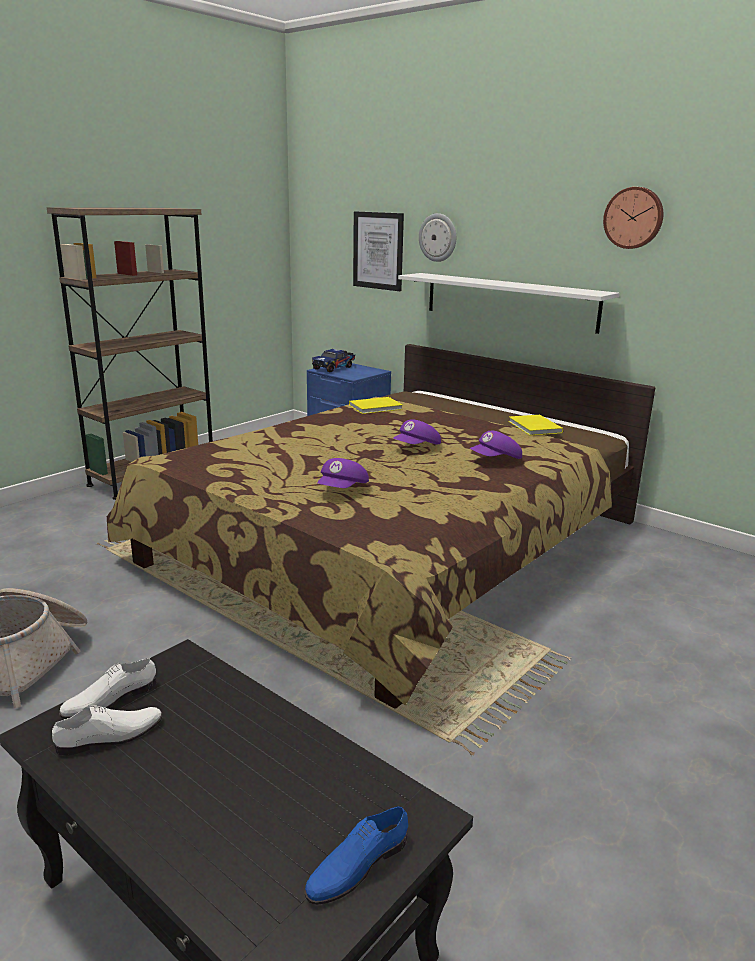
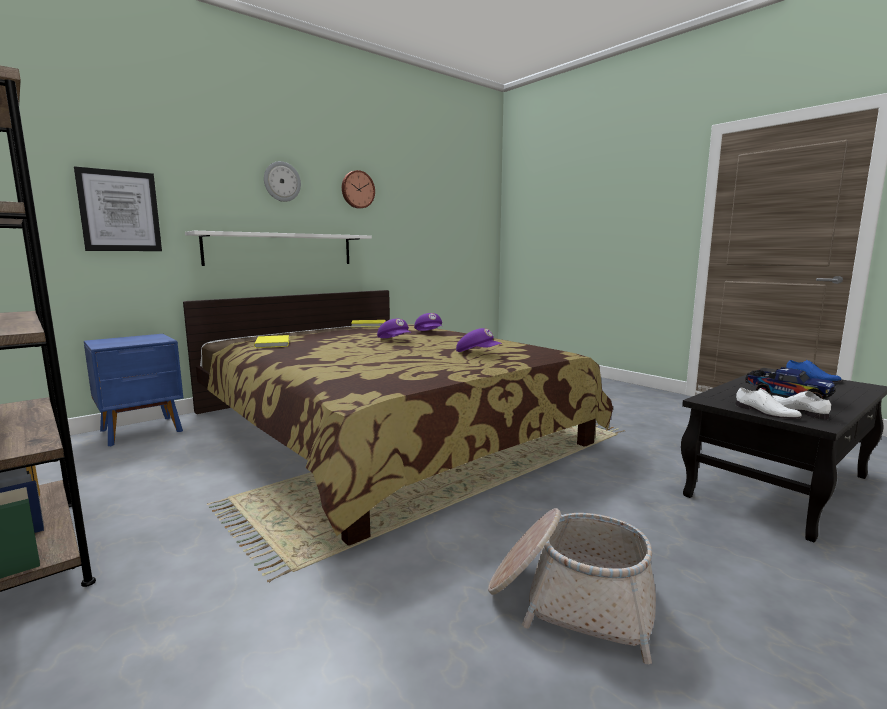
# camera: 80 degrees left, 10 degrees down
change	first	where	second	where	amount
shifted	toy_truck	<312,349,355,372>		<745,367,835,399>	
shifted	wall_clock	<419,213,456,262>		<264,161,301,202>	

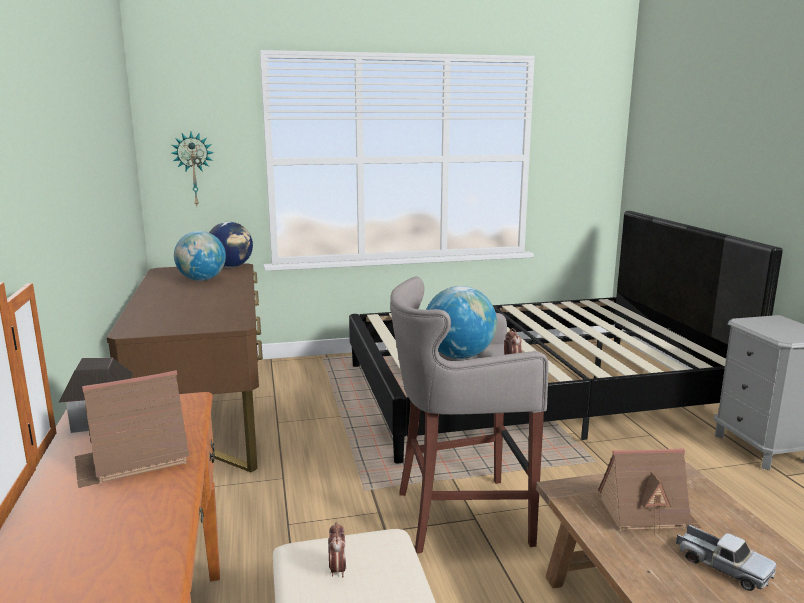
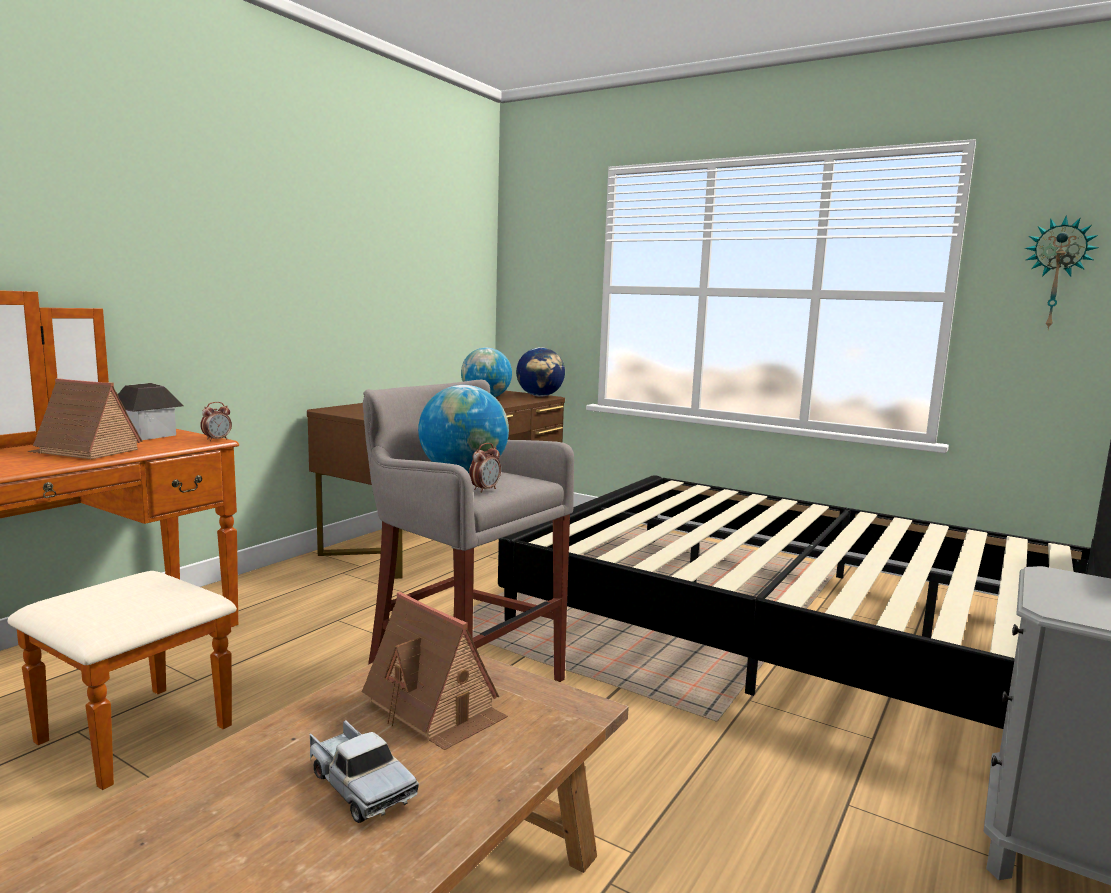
# camera: 45 degrees right, 5 degrees down
change	first	where	second	where	amount
shifted	wall_clock	<172,132,214,206>		<1025,215,1099,330>	
shifted	alarm_clock	<328,522,346,577>		<200,402,232,441>	
rotated	toy_truck	<676,524,777,591>		<309,720,419,823>	45 degrees counterclockwise

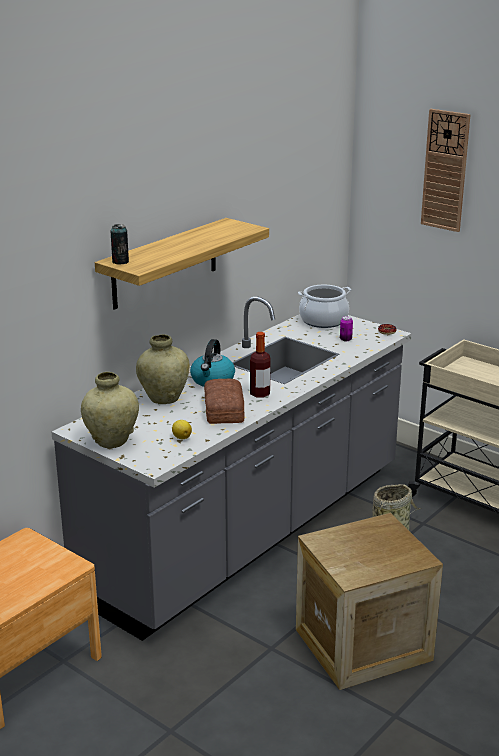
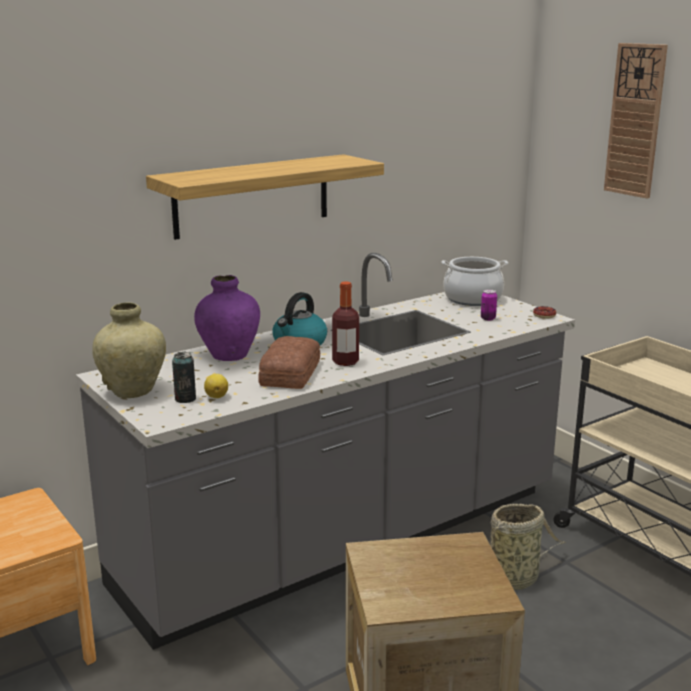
# camera: 15 degrees right, 5 degrees down
change	first	where	second	where	amount
shifted	can	<110,224,129,265>		<172,352,196,403>	
repainted	beige_vase	<136,334,190,404>	purple_vase	<194,275,260,361>	

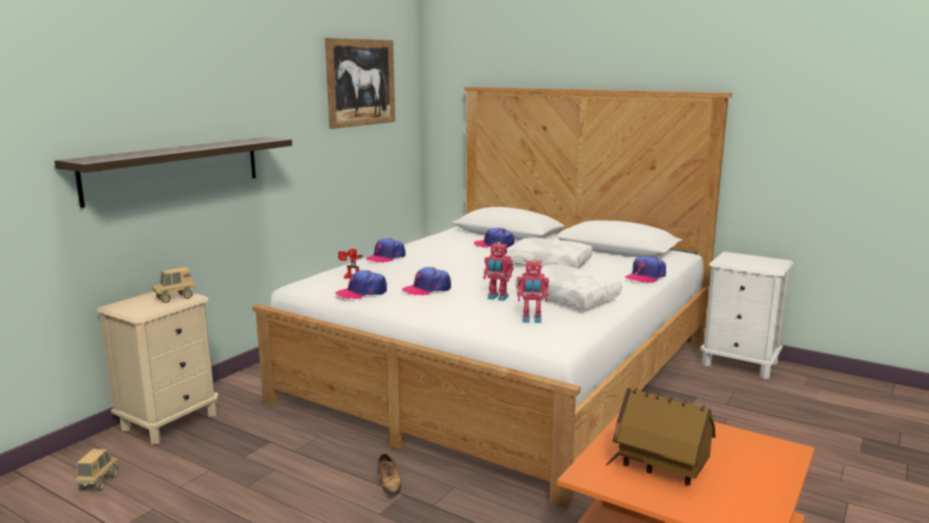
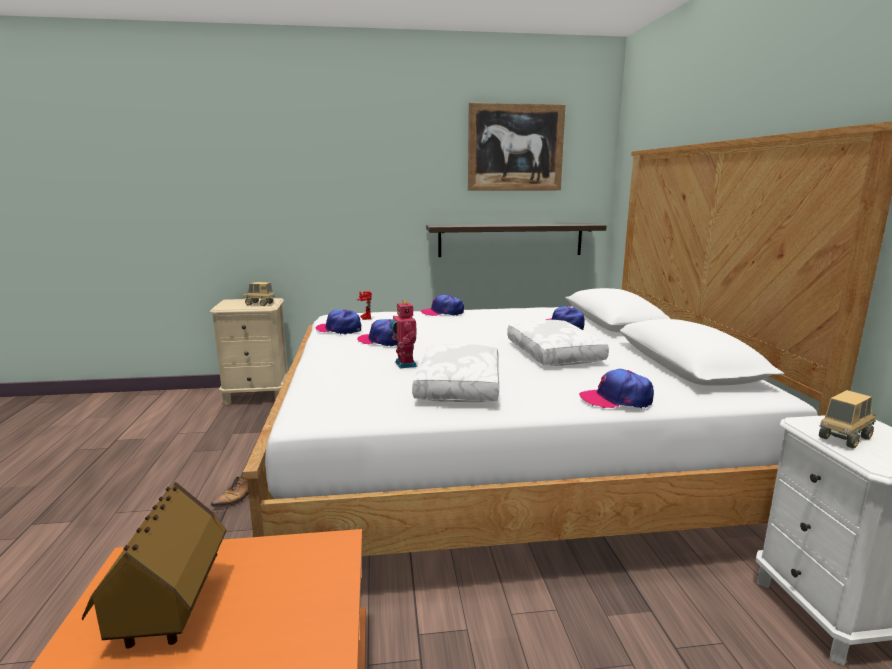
# camera: 50 degrees right, 0 degrees up
change	first	where	second	where	amount
gone	toy_robot	<517,259,549,323>			
shifted	shelf	<55,137,292,208>		<426,223,607,257>	
shifted	toy_truck	<76,449,118,491>		<819,390,876,449>	

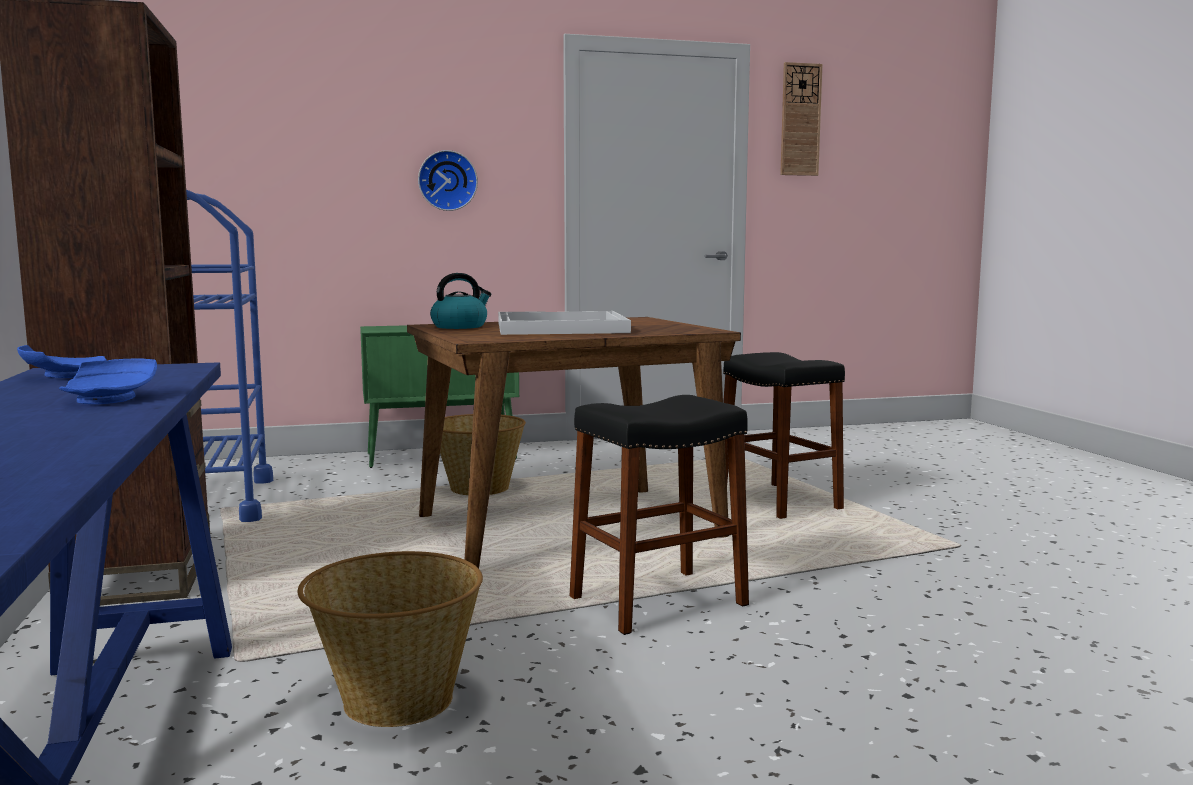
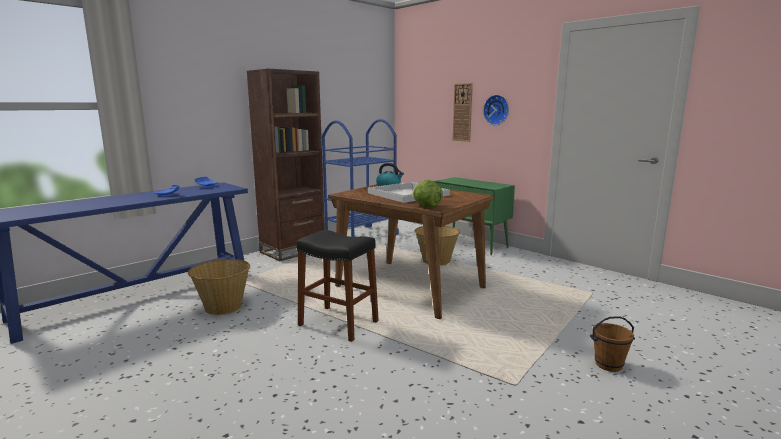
# camera: 60 degrees right, 5 degrees up
change	first	where	second	where	amount
gone	black_stool	<723,352,845,519>			
new			lettuce	<412,180,443,207>	
new			brown_bucket	<590,316,635,372>	
shifted	wall_clock	<780,62,822,176>		<453,83,473,142>	

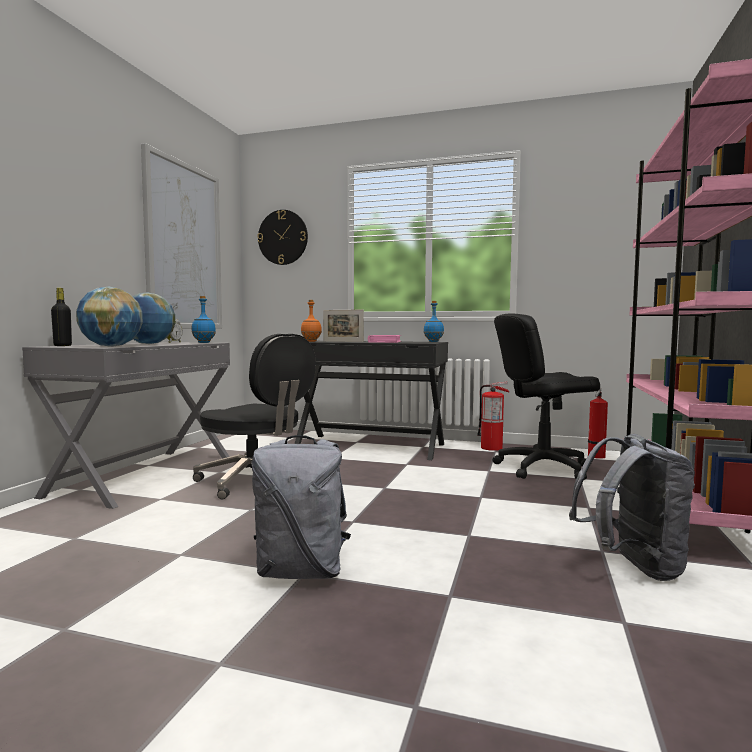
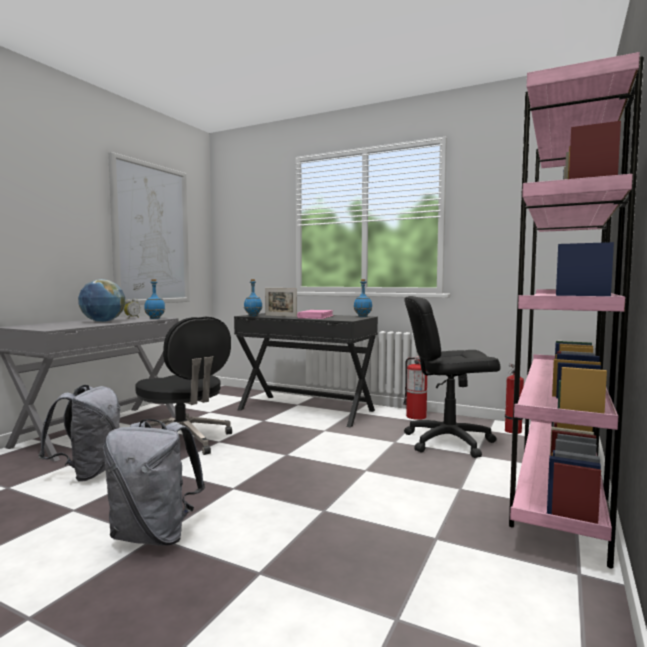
# camera: 10 degrees right, 0 degrees up
change	first	where	second	where	amount
gone	black_bottle	<51,288,72,346>			
gone	globe	<76,287,143,347>			
gone	wall_clock	<257,210,308,265>			
shifted	grey_backpack	<569,434,695,581>		<38,385,121,482>	
repainted	orange_bottle	<301,300,322,342>	blue_bottle	<244,279,262,316>	

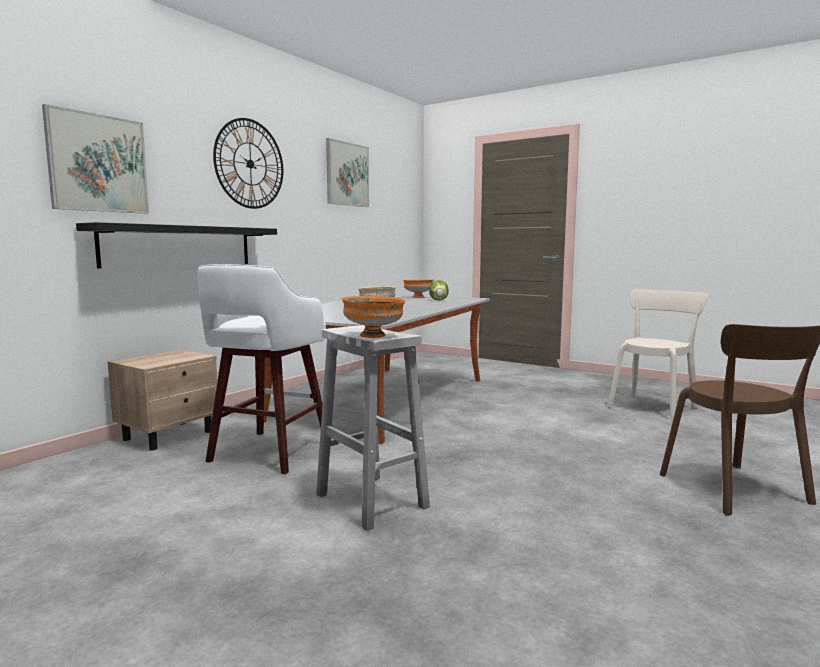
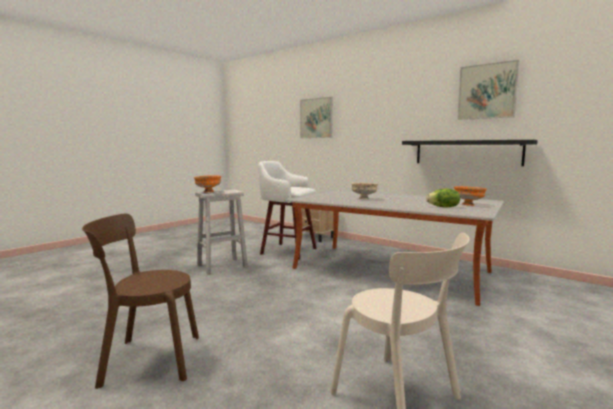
# camera: 95 degrees right, 0 degrees up
change	first	where	second	where	amount
gone	wall_clock	<213,118,283,209>			
shifted	black_shelf	<76,222,277,268>		<402,140,538,166>	

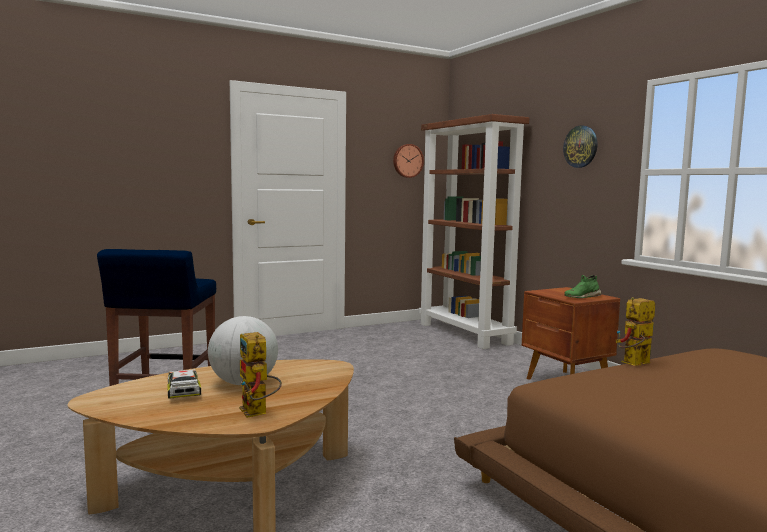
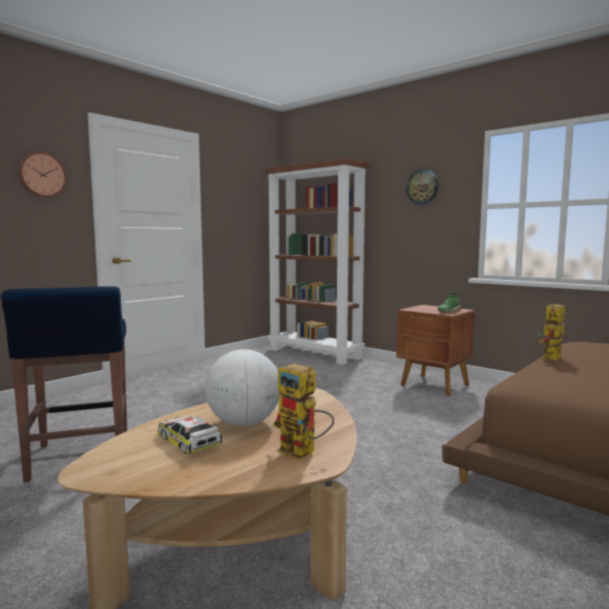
# camera: 20 degrees left, 0 degrees up
change	first	where	second	where	amount
shifted	wall_clock	<393,144,424,178>		<18,152,67,197>	

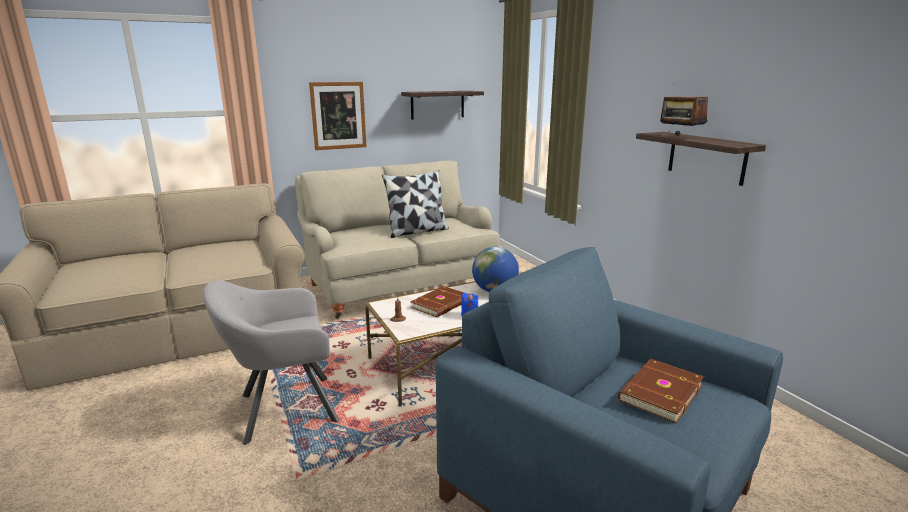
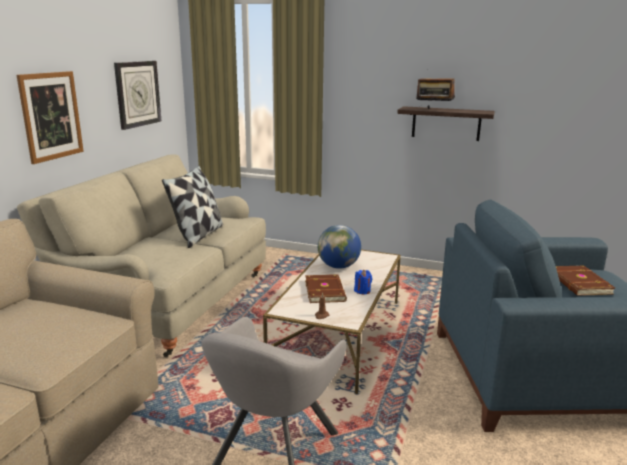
# camera: 45 degrees left, 0 degrees up
change	first	where	second	where	amount
swapped	shelf	<401,91,484,119>	wall_clock	<114,61,161,130>	

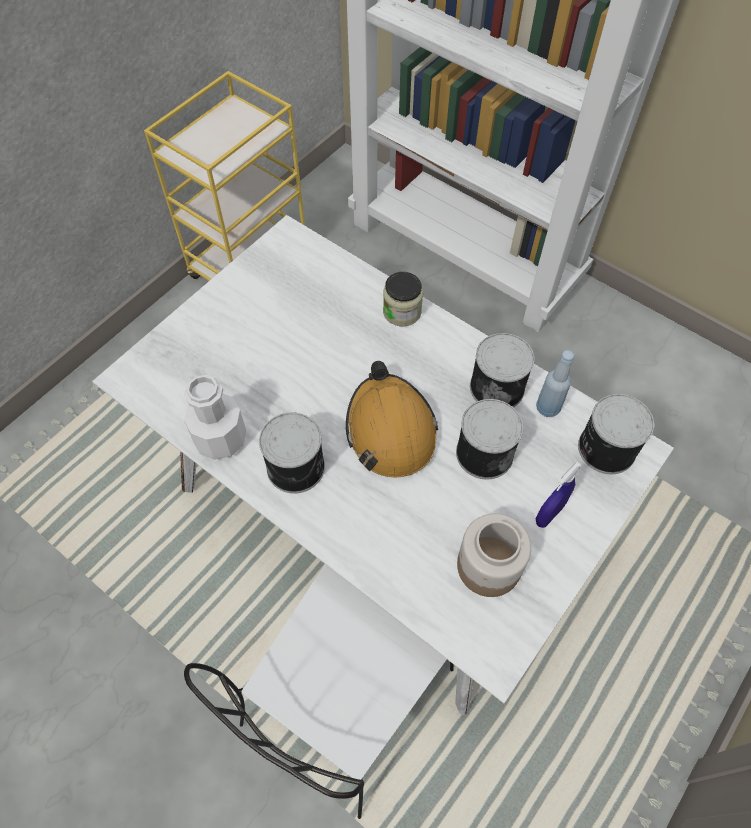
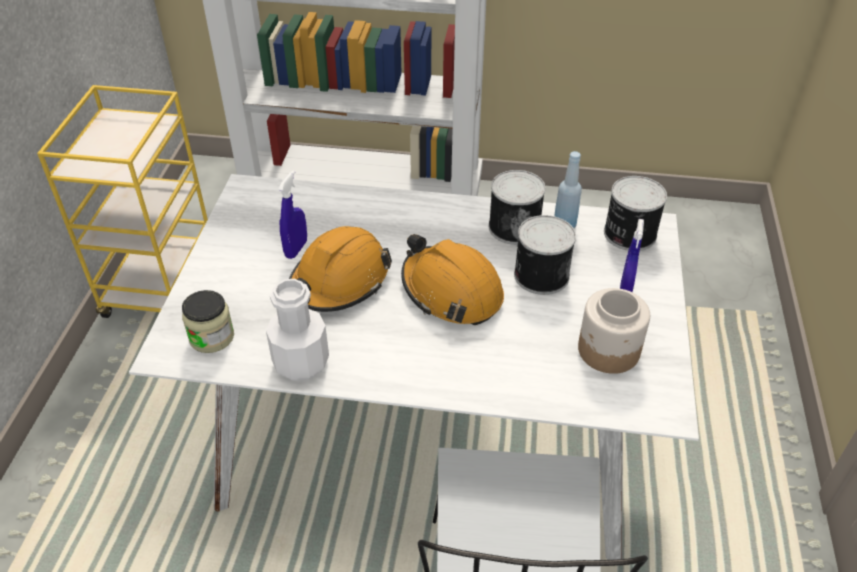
# camera: 30 degrees left, 15 degrees down
change	first	where	second	where	amount
gone	can	<259,412,325,494>			
new			blue_spray_bottle	<278,170,307,259>	
new			orange_hard_hat	<289,226,392,312>	
shifted	jar	<383,272,423,326>		<182,290,234,353>	

